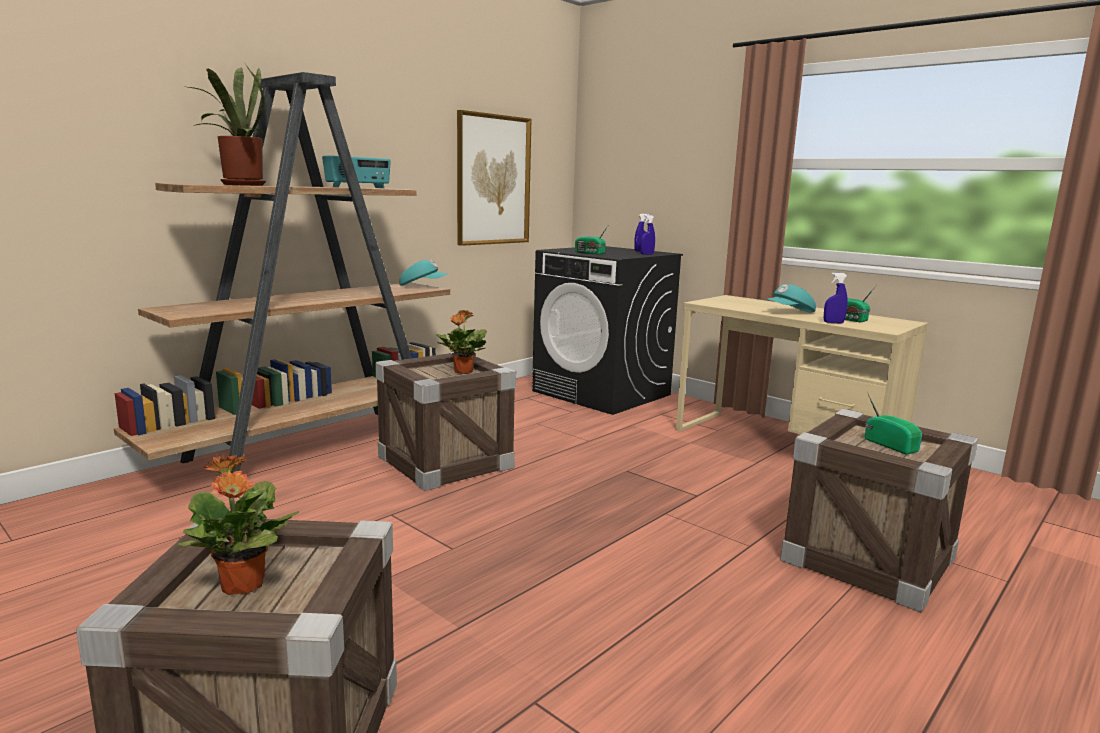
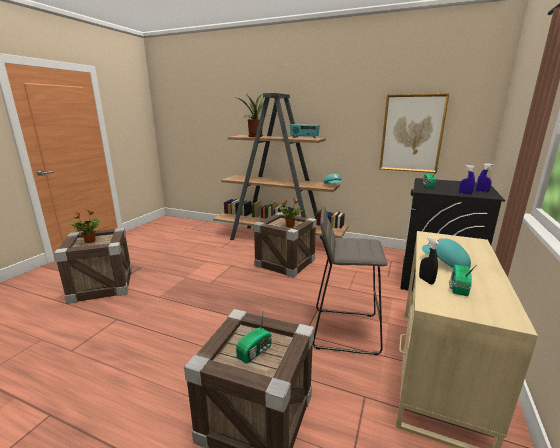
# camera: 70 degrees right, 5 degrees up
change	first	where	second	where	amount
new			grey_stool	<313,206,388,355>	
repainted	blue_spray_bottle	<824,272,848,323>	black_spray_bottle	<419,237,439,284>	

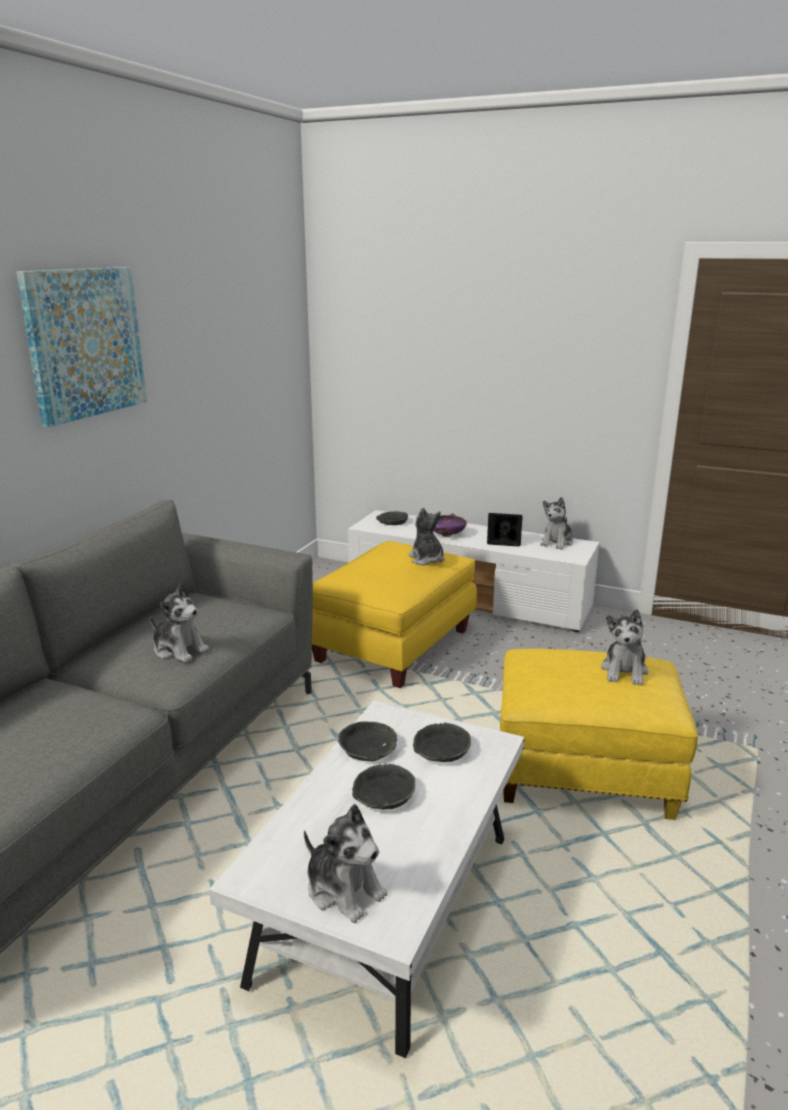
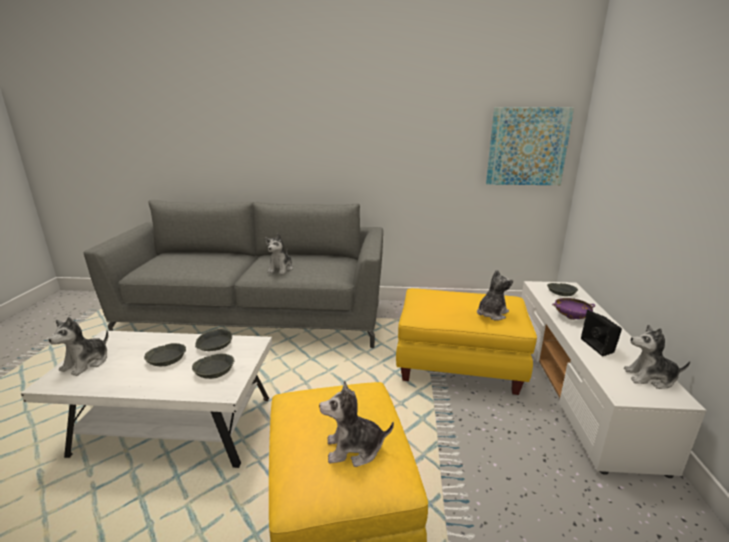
# camera: 70 degrees right, 0 degrees up
change	first	where	second	where	amount
shifted	picture	<16,267,147,427>		<486,107,574,185>	

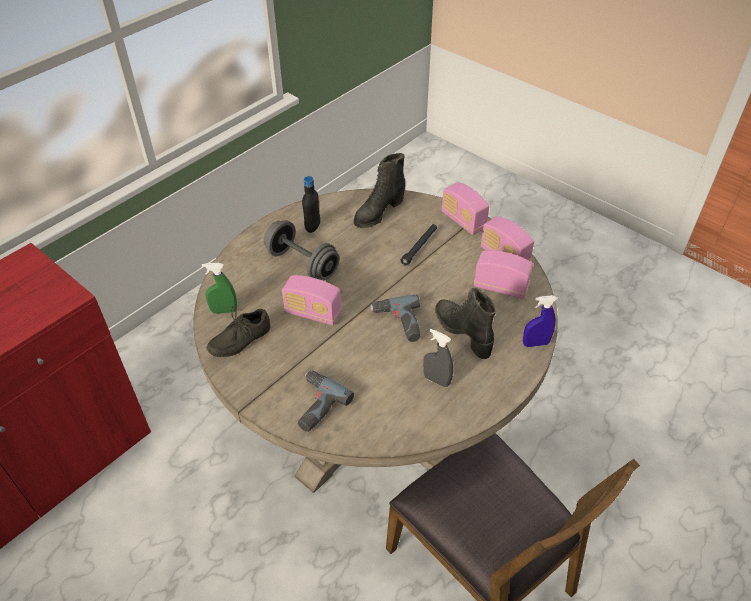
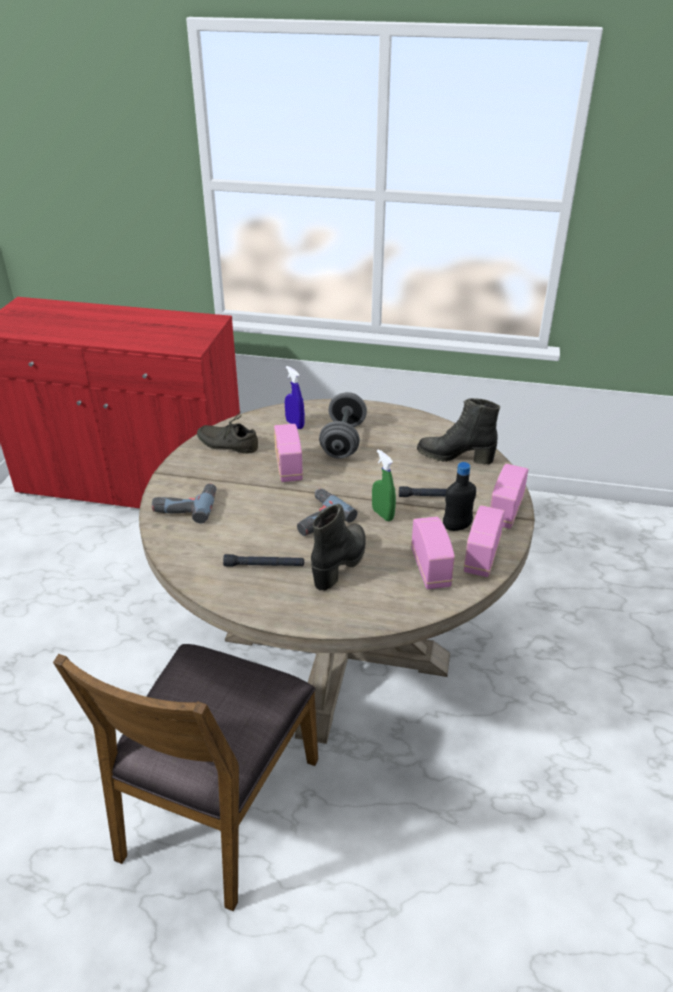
# camera: 60 degrees right, 10 degrees down
change	first	where	second	where	amount
shifted	green_spray_bottle	<202,263,237,314>		<372,449,396,521>	
shifted	black_bottle	<302,176,320,233>		<443,462,476,531>	
shifted	blue_spray_bottle	<523,295,557,347>		<285,366,305,429>	
swapped	grey_spray_bottle	<423,329,453,387>	black_flashlight	<223,554,304,567>	

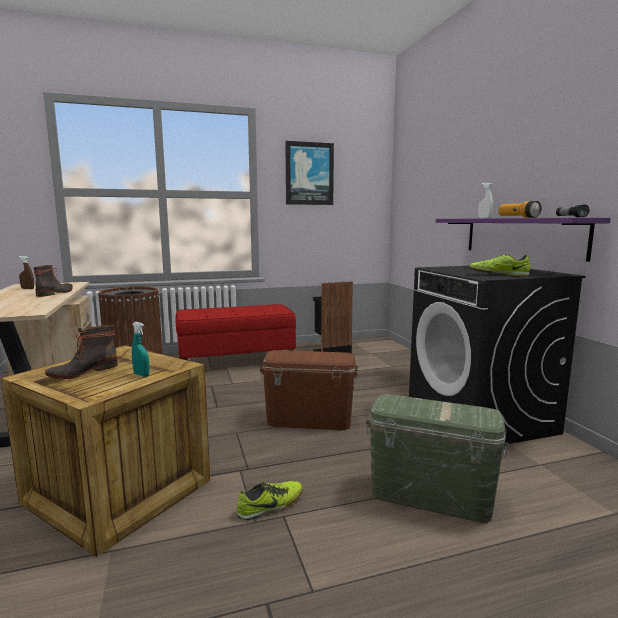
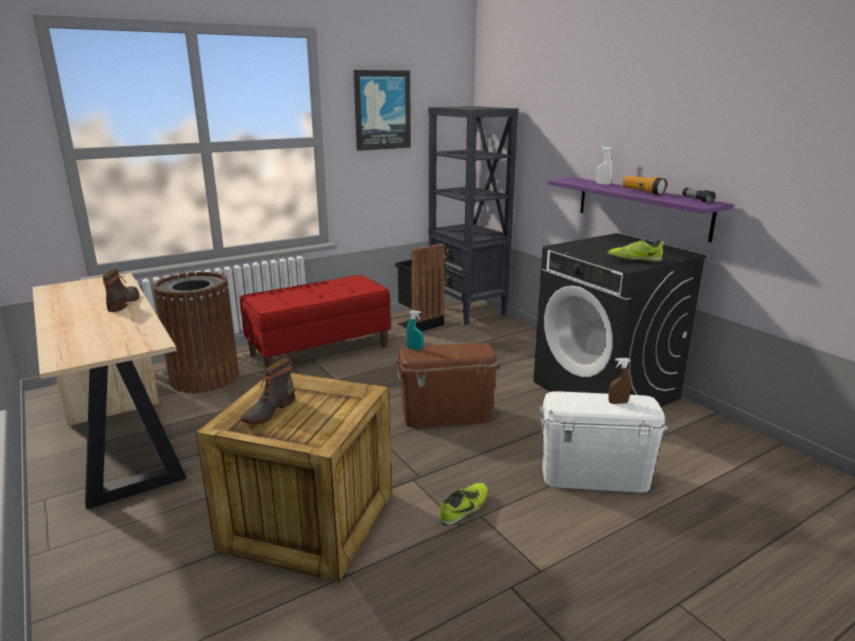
# camera: 15 degrees left, 10 degrees up
change	first	where	second	where	amount
new			black_bookcase	<428,106,518,325>	
shifted	brown_spray_bottle	<18,256,34,289>		<608,358,631,404>	
shifted	turquoise_spray_bottle	<132,322,150,377>		<406,310,423,350>	
repainted	green_storage_box	<366,394,509,523>	white_storage_box	<540,391,668,493>	

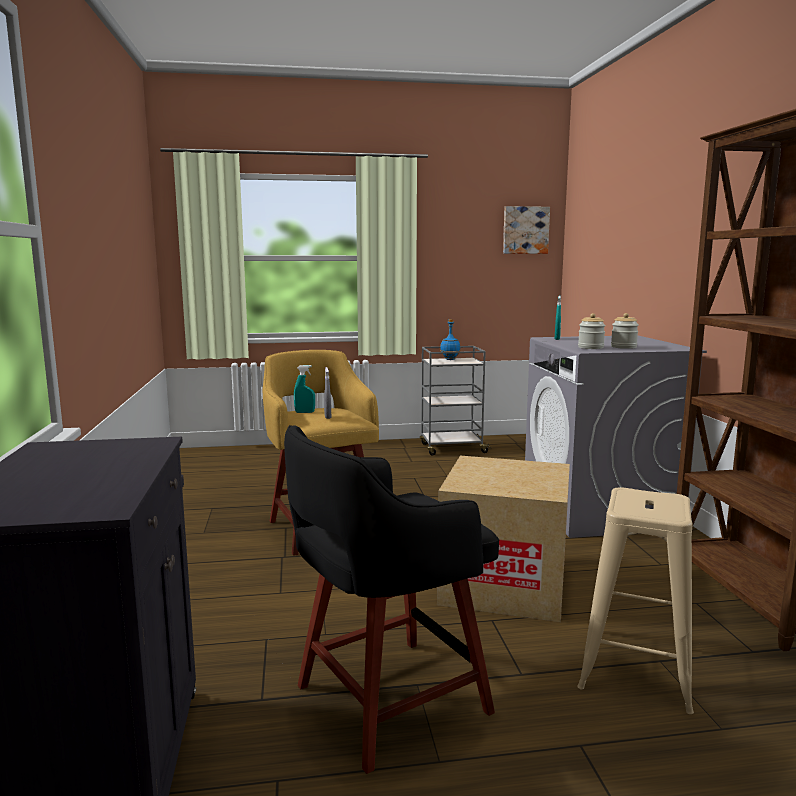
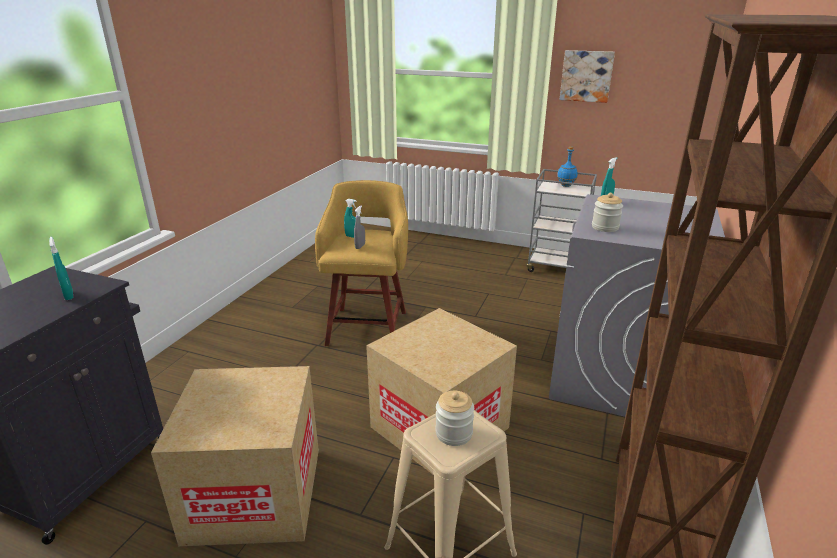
# camera: 30 degrees right, 15 degrees up
change	first	where	second	where	amount
new			turquoise_spray_bottle	<49,237,73,300>	
shifted	picture	<503,206,550,254>		<560,50,615,103>	
shifted	jar	<611,313,639,349>		<435,391,474,446>	
swapped	black_stool	<284,425,499,774>	cardboard_box	<151,366,319,546>	

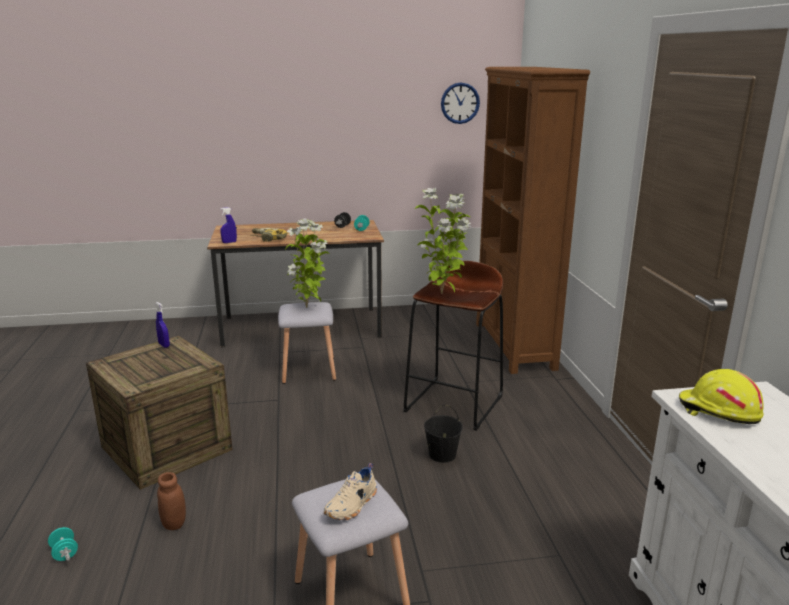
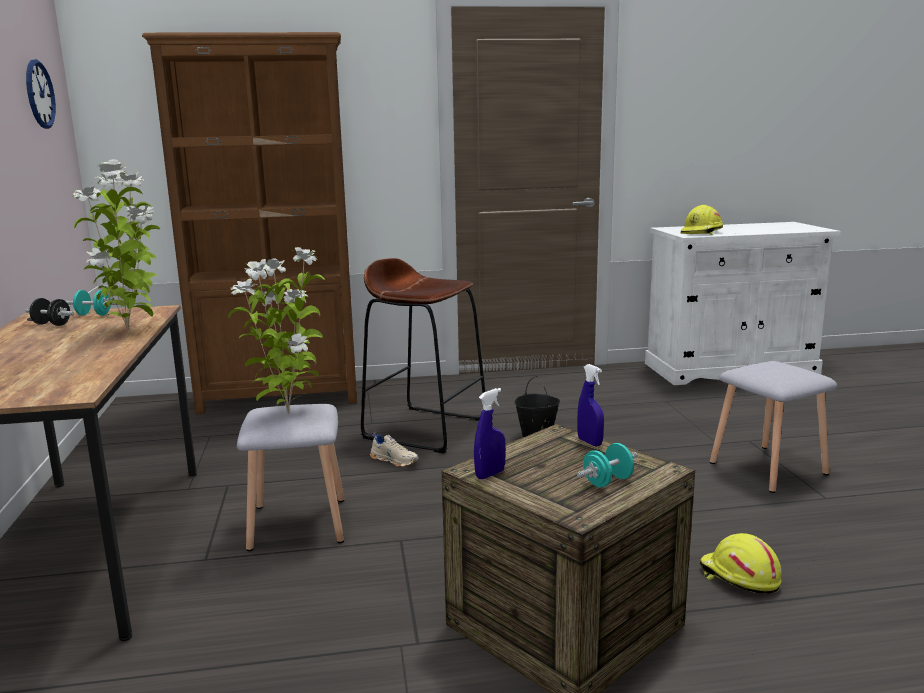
# camera: 90 degrees left, 5 degrees down
change	first	where	second	where	amount
gone	power_drill	<250,228,287,242>			
shifted	turquoise_dumbbell	<48,527,78,561>		<577,443,638,487>	
shifted	blue_spray_bottle	<220,207,237,243>		<577,364,604,447>	
shifted	beige_shoe	<324,463,377,520>		<370,432,419,467>	
shifted	potted_plant	<415,188,471,294>		<73,160,160,330>	
swapped	brown_jar	<157,472,186,530>	yellow_hard_hat	<700,533,781,594>	

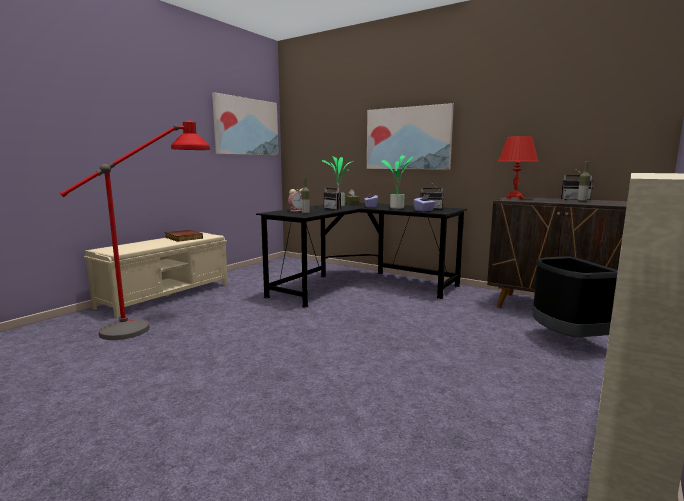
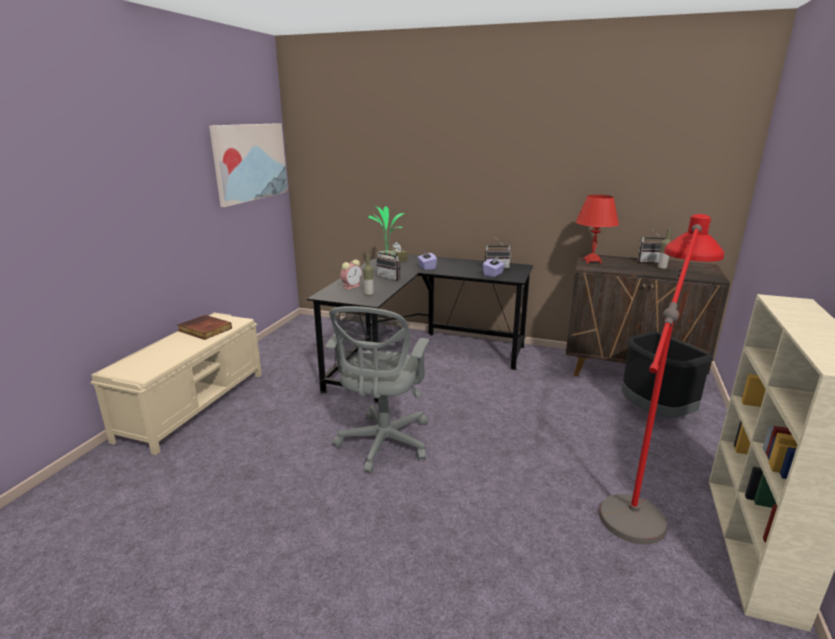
# camera: 15 degrees left, 10 degrees up
change	first	where	second	where	amount
gone	picture	<367,103,454,170>			
gone	potted_plant	<381,155,415,209>			
new			grey_office_chair	<325,306,429,473>	
shifted	red_floor_lamp	<59,121,210,340>		<599,214,724,544>	

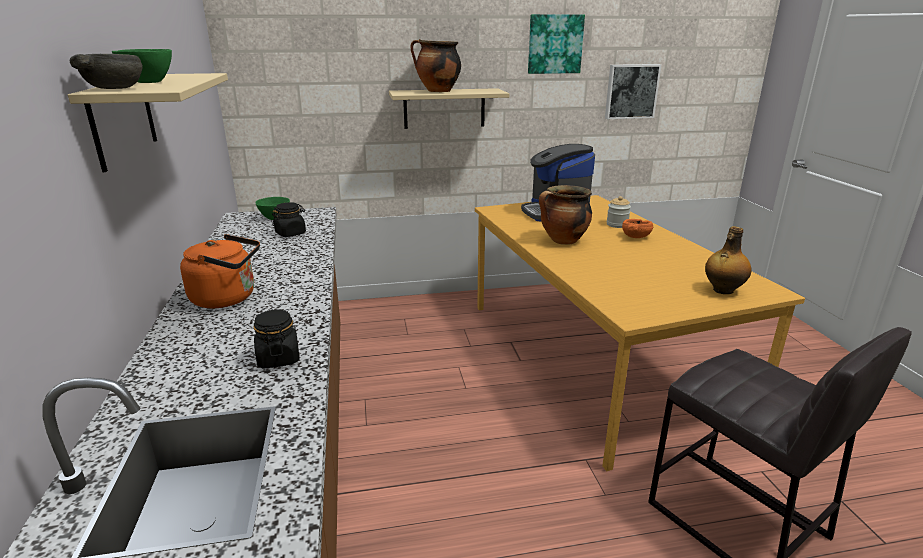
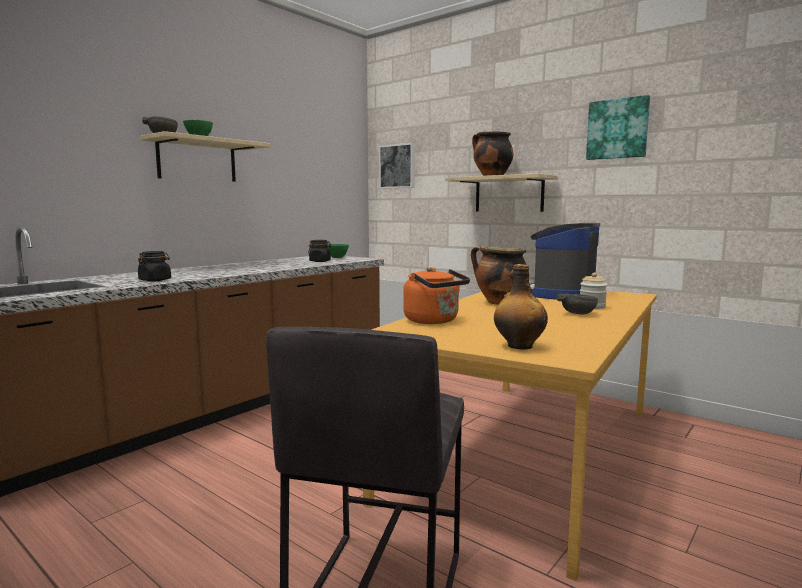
# camera: 50 degrees right, 15 degrees down
change	first	where	second	where	amount
shifted	orange_kettle	<180,234,260,308>		<403,267,470,324>	
shifted	picture	<605,64,661,119>		<379,143,415,189>	
repainted	orange_bowl	<622,219,653,238>	grey_bowl	<556,294,598,314>	

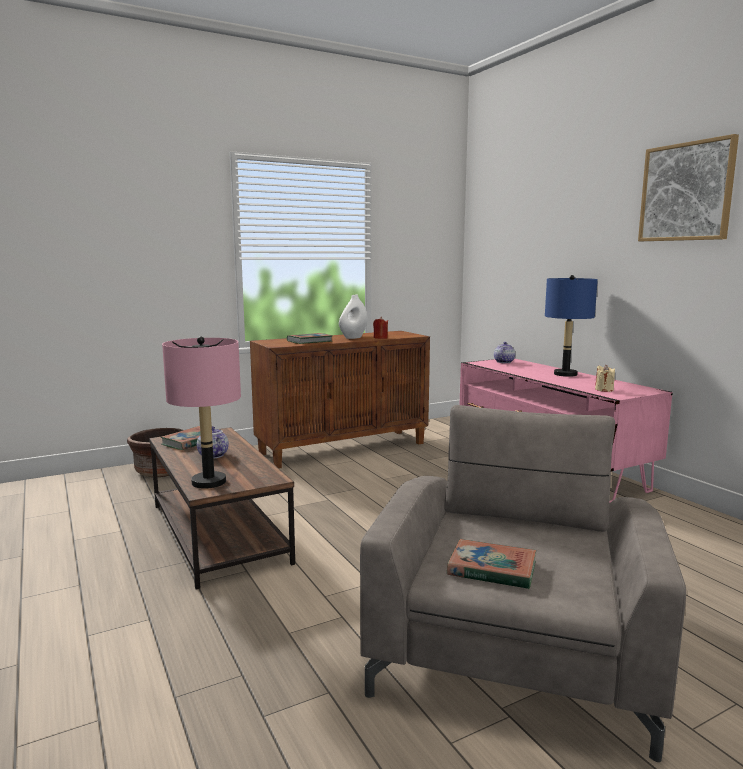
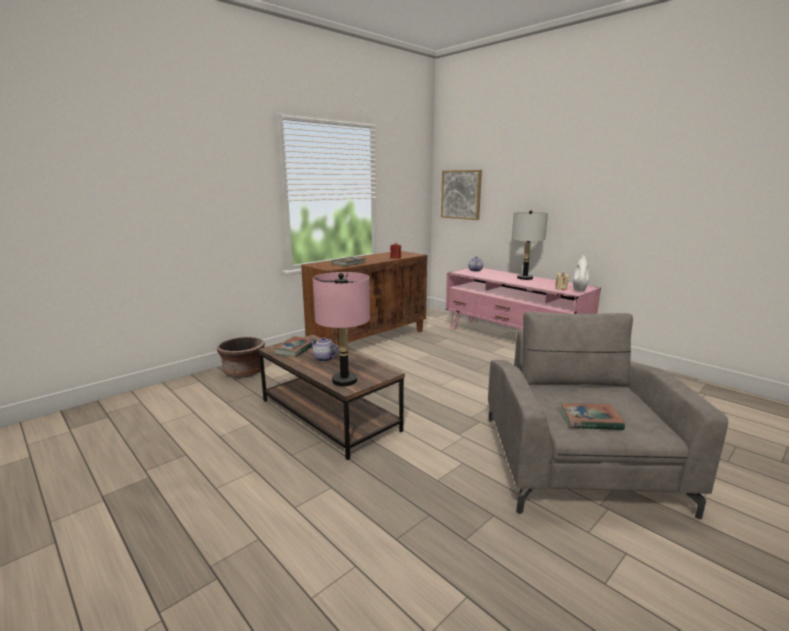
# camera: 15 degrees left, 5 degrees up
change	first	where	second	where	amount
shifted	white_vase	<339,295,367,339>		<573,255,589,292>	
shifted	picture	<638,134,739,241>		<441,170,482,220>	
repainted	blue_table_lamp	<545,275,598,377>	grey_table_lamp	<512,210,548,280>	

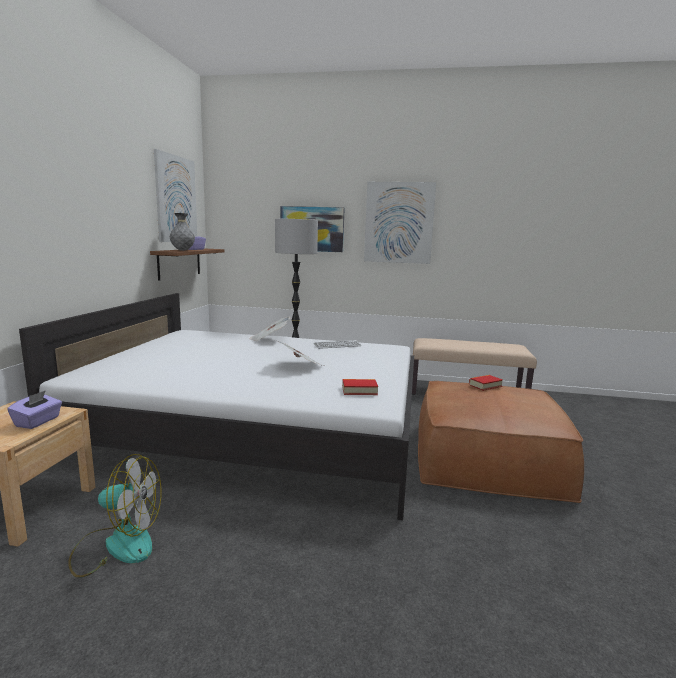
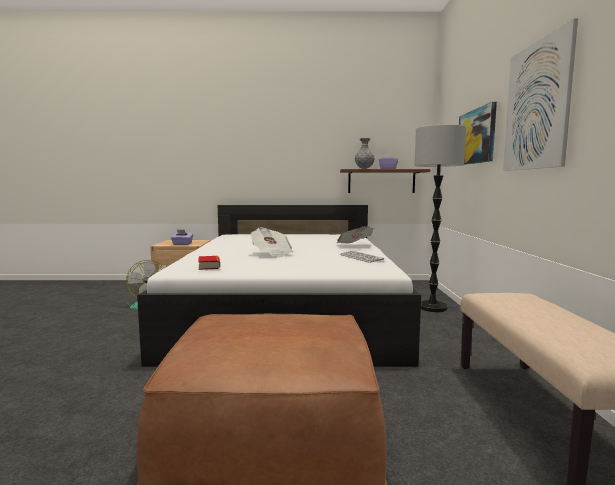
# camera: 80 degrees right, 5 degrees down
change	first	where	second	where	amount
gone	picture	<154,149,197,242>			
gone	book	<469,375,503,391>			

